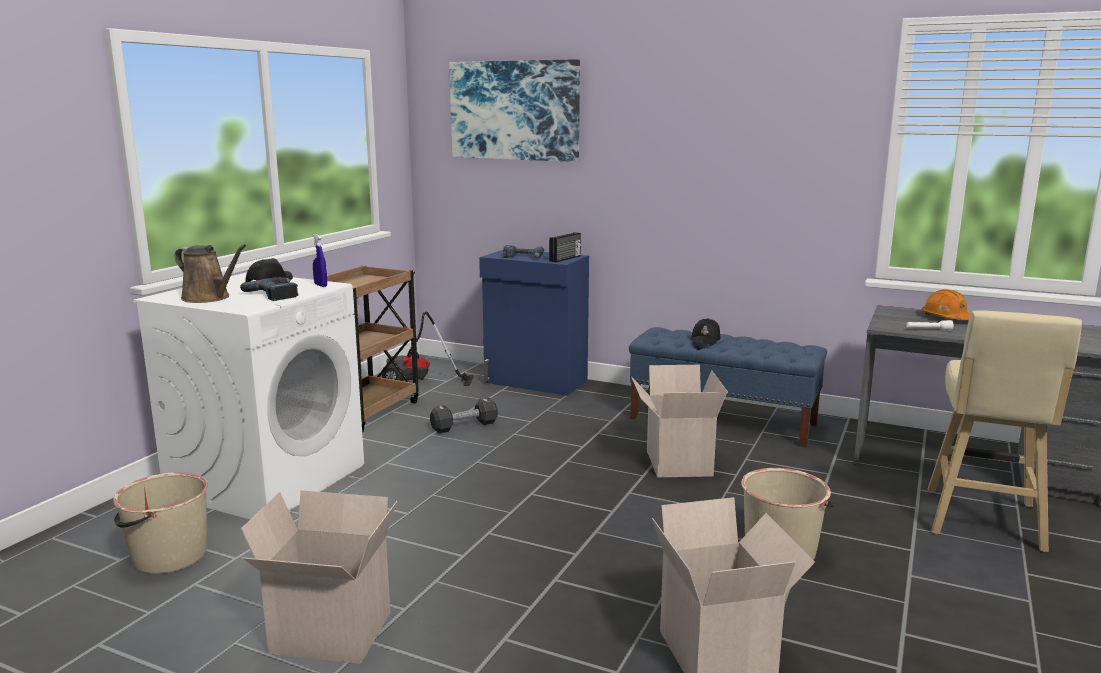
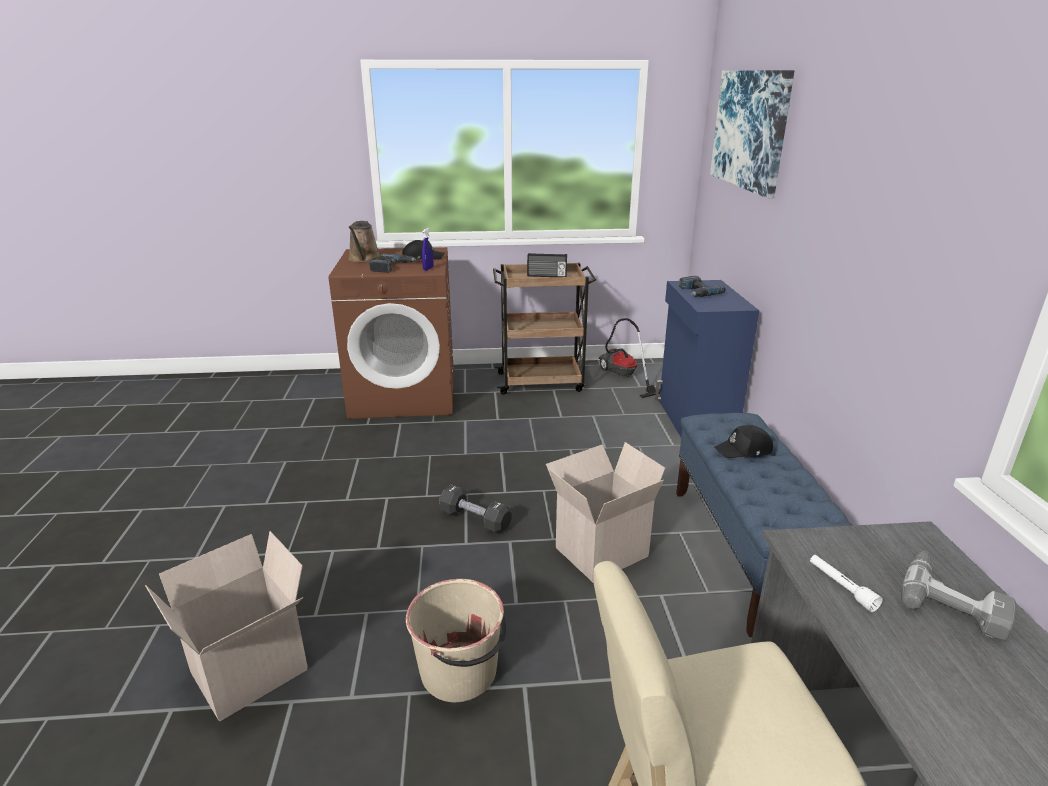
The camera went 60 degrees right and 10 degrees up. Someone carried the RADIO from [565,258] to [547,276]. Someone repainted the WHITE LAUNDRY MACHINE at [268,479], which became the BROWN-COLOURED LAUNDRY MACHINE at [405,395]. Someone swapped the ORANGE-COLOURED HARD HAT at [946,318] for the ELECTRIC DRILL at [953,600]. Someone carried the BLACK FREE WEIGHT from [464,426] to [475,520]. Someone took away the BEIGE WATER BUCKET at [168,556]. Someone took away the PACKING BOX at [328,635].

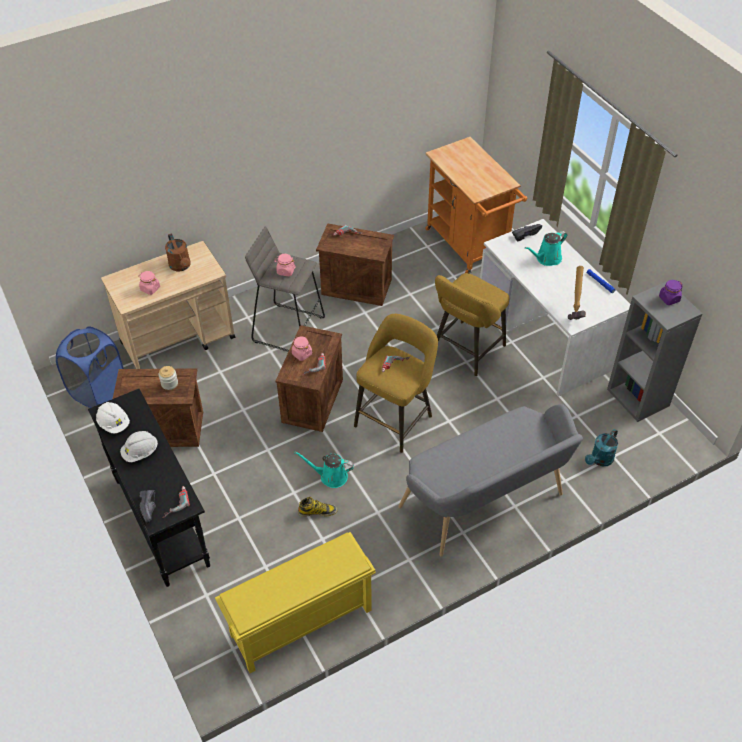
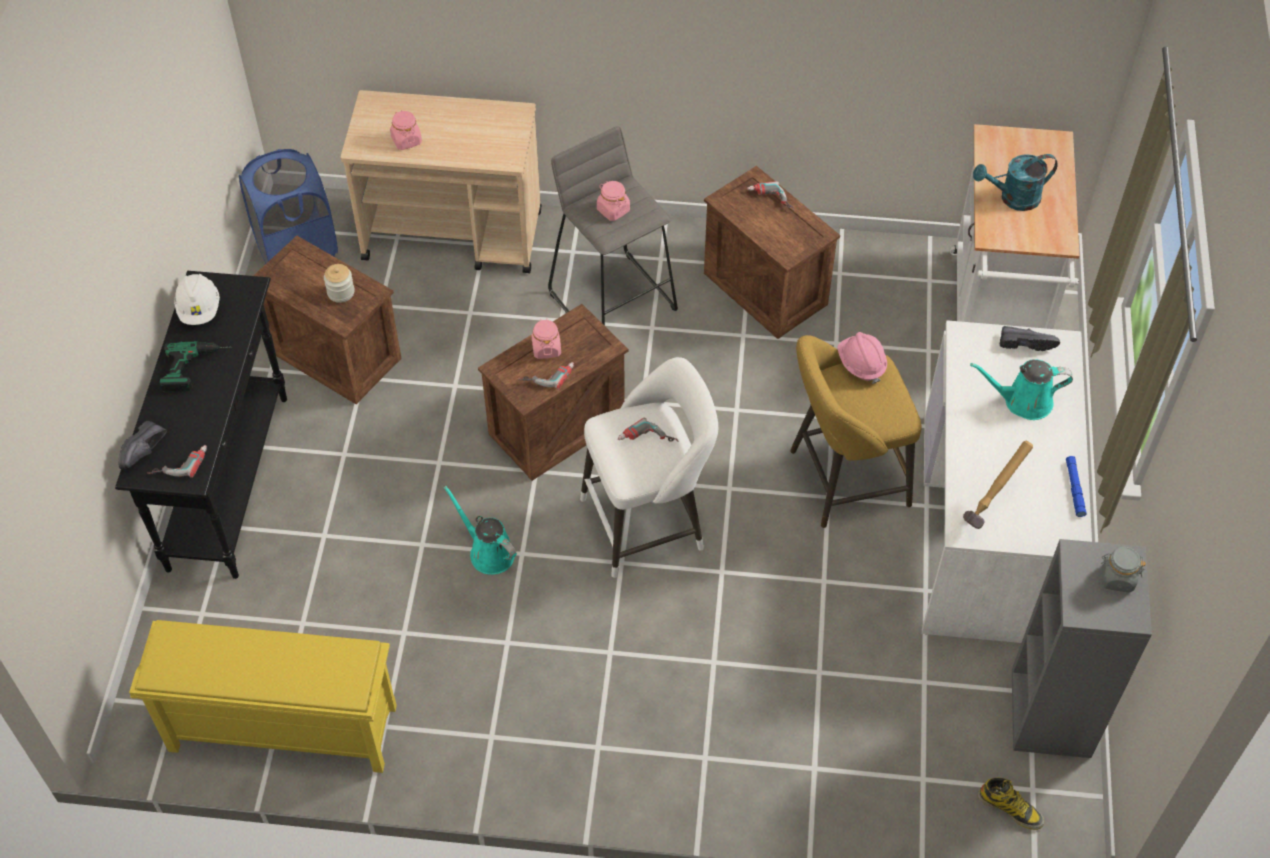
The camera went 35 degrees right and 5 degrees up. Someone repainted the ORANGE-COLOURED CART at [469,247], which became the WHITE CART at [995,317]. Someone took away the BROWN-COLOURED SPRINKLING CAN at [181,266]. Someone repainted the PURPLISH STORAGE JAR at [669,299], which became the GREY STORAGE JAR at [1117,578]. Someone repainted the YELLOWISH STOOL at [395,418], which became the WHITE STOOL at [649,522]. Someone took away the GREY INDOOR BENCH at [487,505]. Someone carried the TURQUOISE-COLOURED SPRINKLING CAN from [600,460] to [1013,198]. Someone swapped the WHITE HARD HAT at [140,452] for the ELECTRIC DRILL at [197,368]. Someone carried the BOOT from [317,511] to [1010,808]. Someone put down the PINK-COLOURED HARD HAT at [861,364].

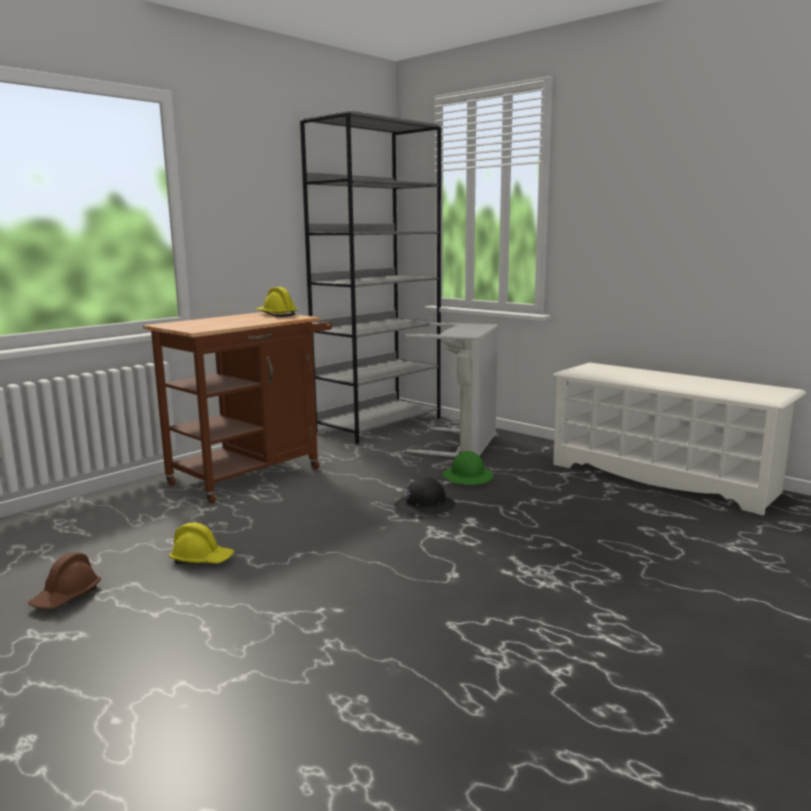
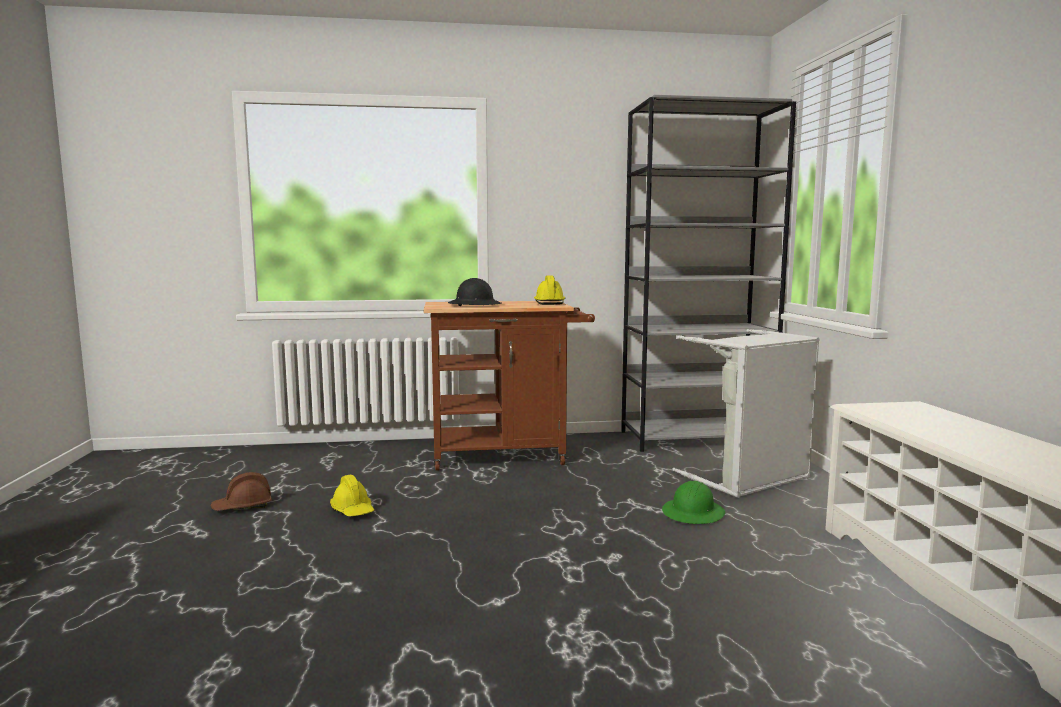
The camera went 40 degrees right and 5 degrees down. Someone carried the BLACK HARD HAT from [424,506] to [474,305].

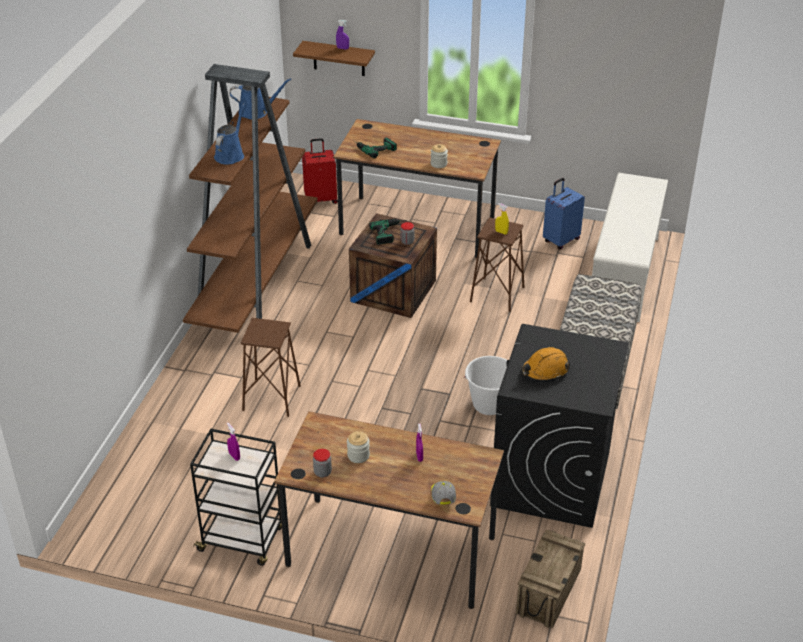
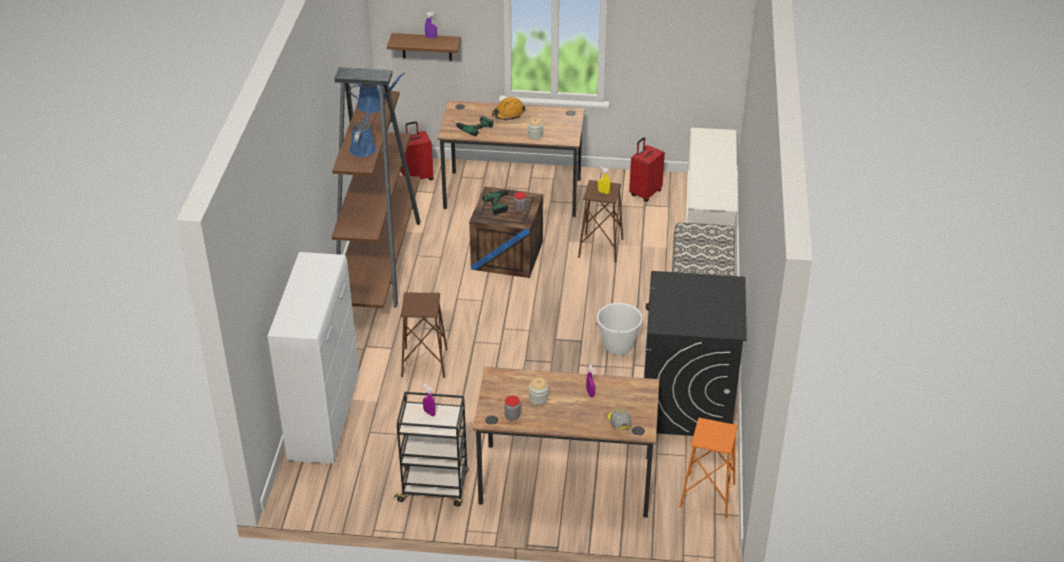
The camera went 10 degrees left and 0 degrees up. Someone repainted the BLUISH TRAVEL CASE at [560,240], which became the REDDISH TRAVEL CASE at [645,193]. Someone carried the ORANGE-COLOURED HARD HAT from [545,370] to [508,114]. Someone swapped the PACKING CRATE at [549,593] for the ORANGE-COLOURED STOOL at [707,496]. Someone put down the WHITE STORAGE CABINET at [324,418].

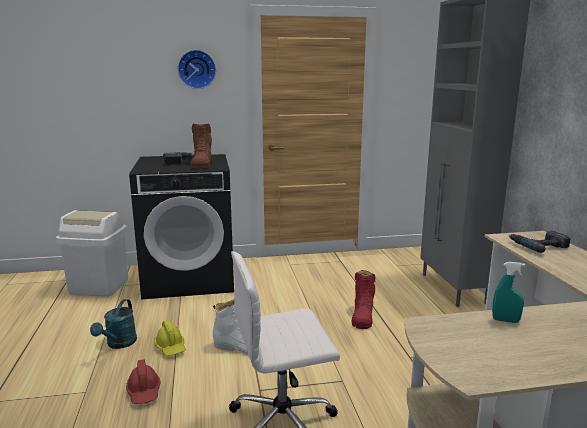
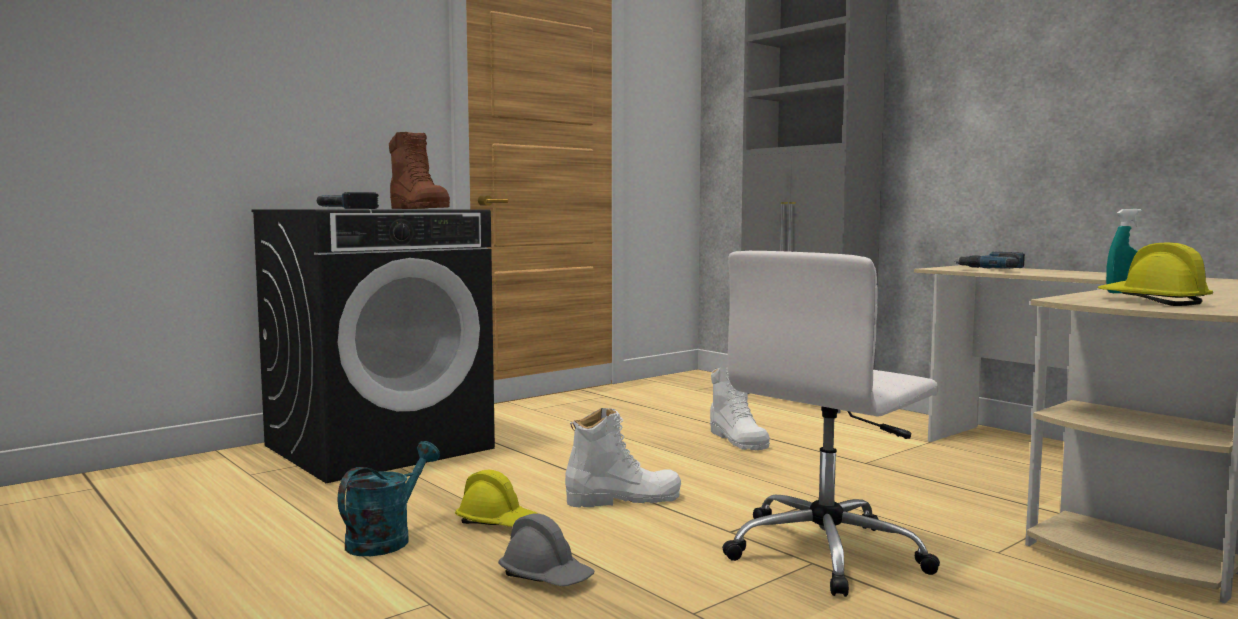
The camera went 30 degrees left and 10 degrees down. Someone took away the HANGING CLOCK at [197,69]. Someone took away the WHITE WASTE BIN at [98,287]. Someone repainted the REDDISH BOOT at [362,316], which became the WHITE BOOT at [738,439]. Someone rotated the TURQUOISE-COLOURED SPRINKLING CAN at [119,344] by 135 degrees counterclockwise. Someone repainted the REDDISH HARD HAT at [144,392], which became the GREY HARD HAT at [546,576]. Someone put down the YELLOWISH HARD HAT at [1152,301].

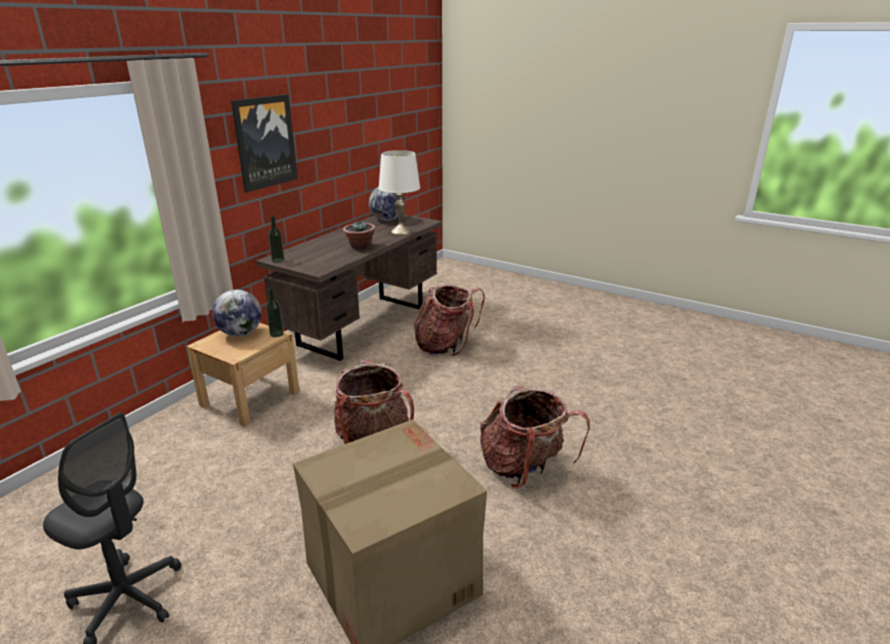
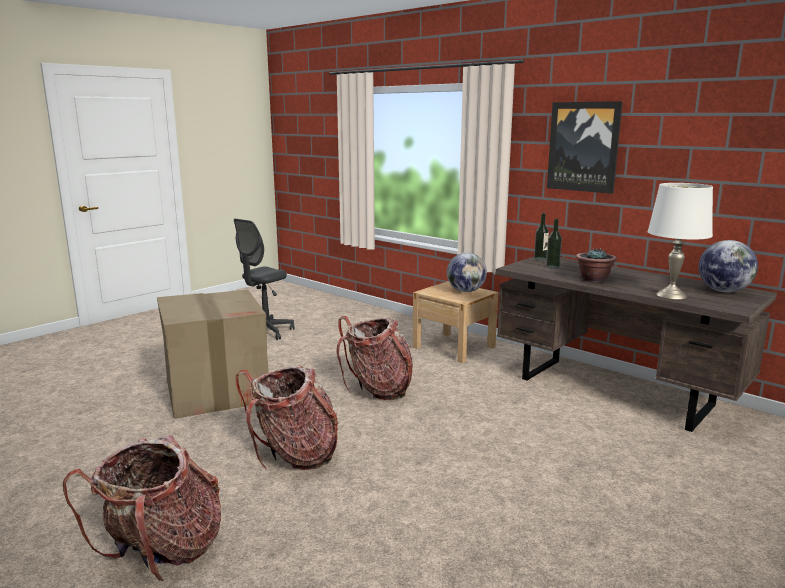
The camera went 100 degrees right and 10 degrees down. Someone carried the RUCKSACK from [446,345] to [162,553]. Someone carried the DRINK BOTTLE from [276,334] to [552,267].

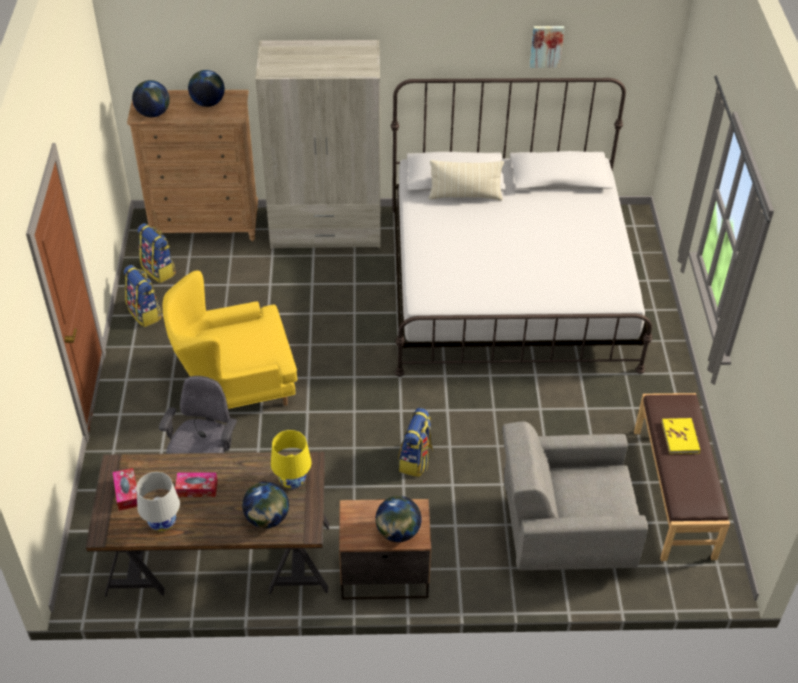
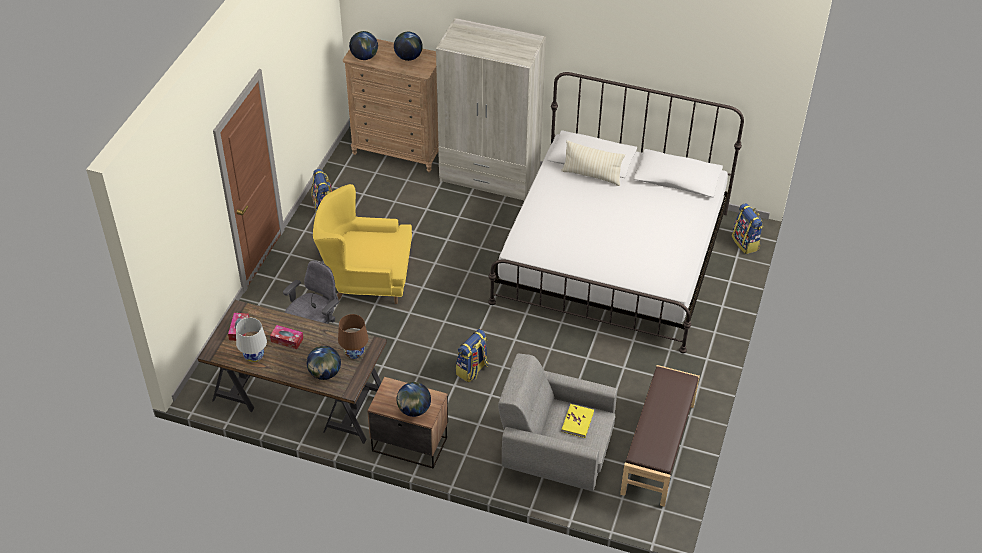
The camera went 20 degrees right and 0 degrees up. Someone took away the WALL PICTURE at [546,45]. Someone carried the RUCKSACK from [159,270] to [746,243]. Someone carried the YELLOWISH BOUND BOOK from [680,437] to [577,422]. Someone repainted the YELLOWISH TABLETOP LAMP at [292,480], which became the BROWN-COLOURED TABLETOP LAMP at [354,353].

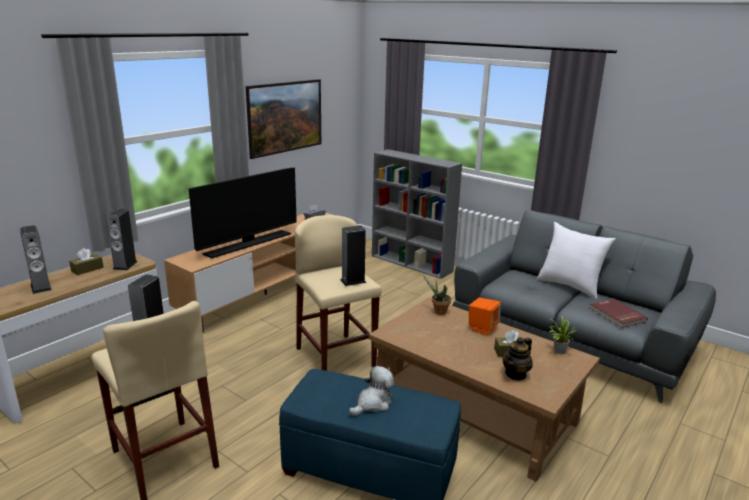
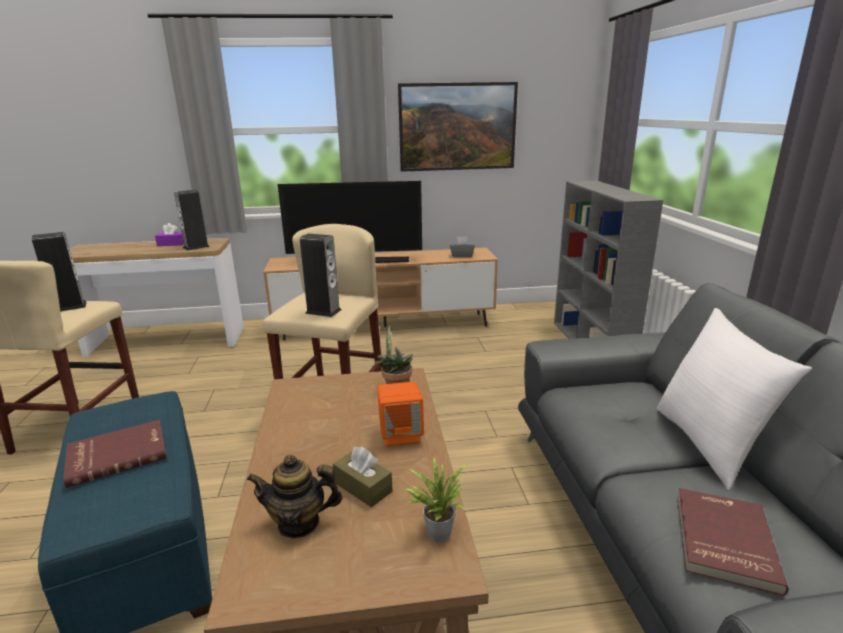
The camera went 45 degrees right and 0 degrees up. Someone took away the SPEAKER at [41,287]. Someone repainted the BROWN-COLOURED BOX OF TISSUES at [87,269], which became the PURPLISH BOX OF TISSUES at [172,244]. Someone swapped the SOFT TOY at [373,403] for the REDDISH BOUND BOOK at [117,454].

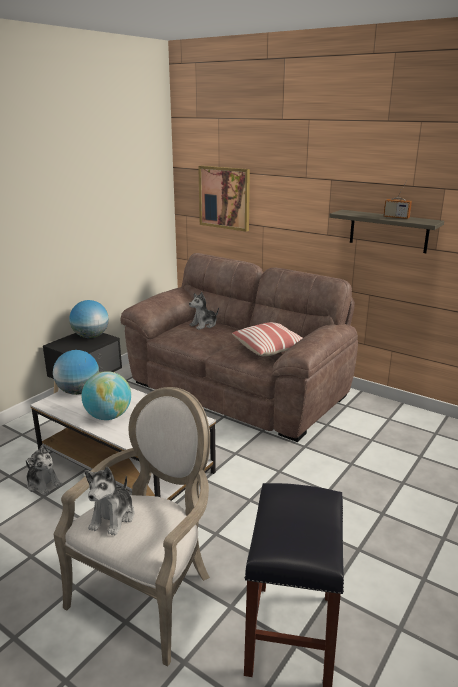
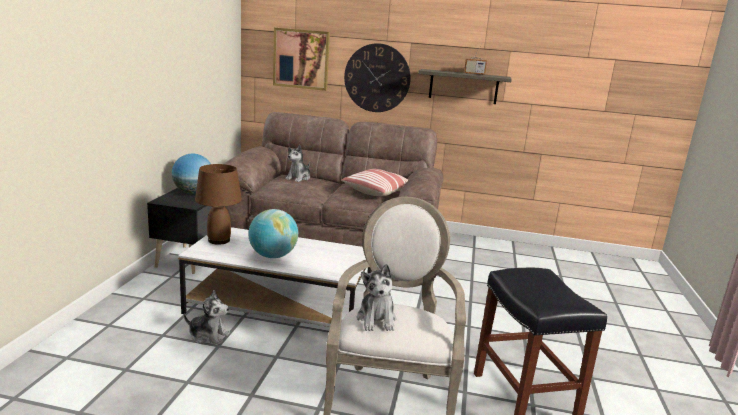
The camera went 25 degrees left and 5 degrees down. Someone swapped the DESK GLOBE at [78,391] for the BROWN-COLOURED TABLETOP LAMP at [219,240]. Someone put up the HANGING CLOCK at [377,78].

